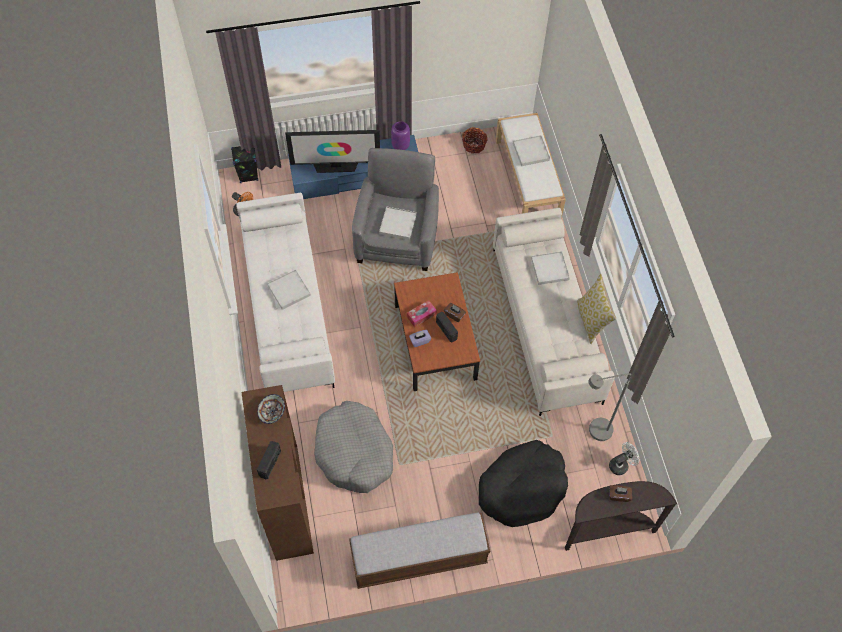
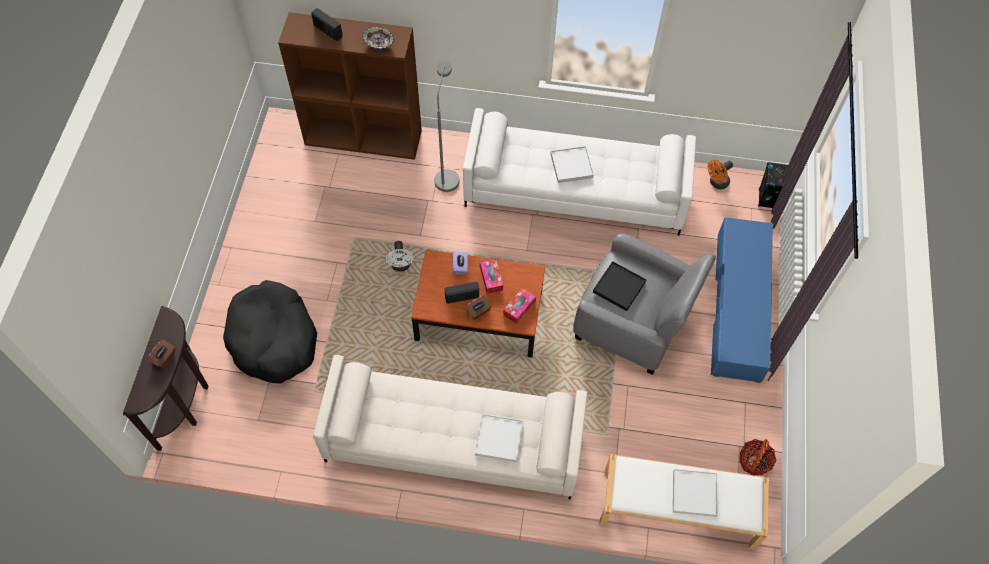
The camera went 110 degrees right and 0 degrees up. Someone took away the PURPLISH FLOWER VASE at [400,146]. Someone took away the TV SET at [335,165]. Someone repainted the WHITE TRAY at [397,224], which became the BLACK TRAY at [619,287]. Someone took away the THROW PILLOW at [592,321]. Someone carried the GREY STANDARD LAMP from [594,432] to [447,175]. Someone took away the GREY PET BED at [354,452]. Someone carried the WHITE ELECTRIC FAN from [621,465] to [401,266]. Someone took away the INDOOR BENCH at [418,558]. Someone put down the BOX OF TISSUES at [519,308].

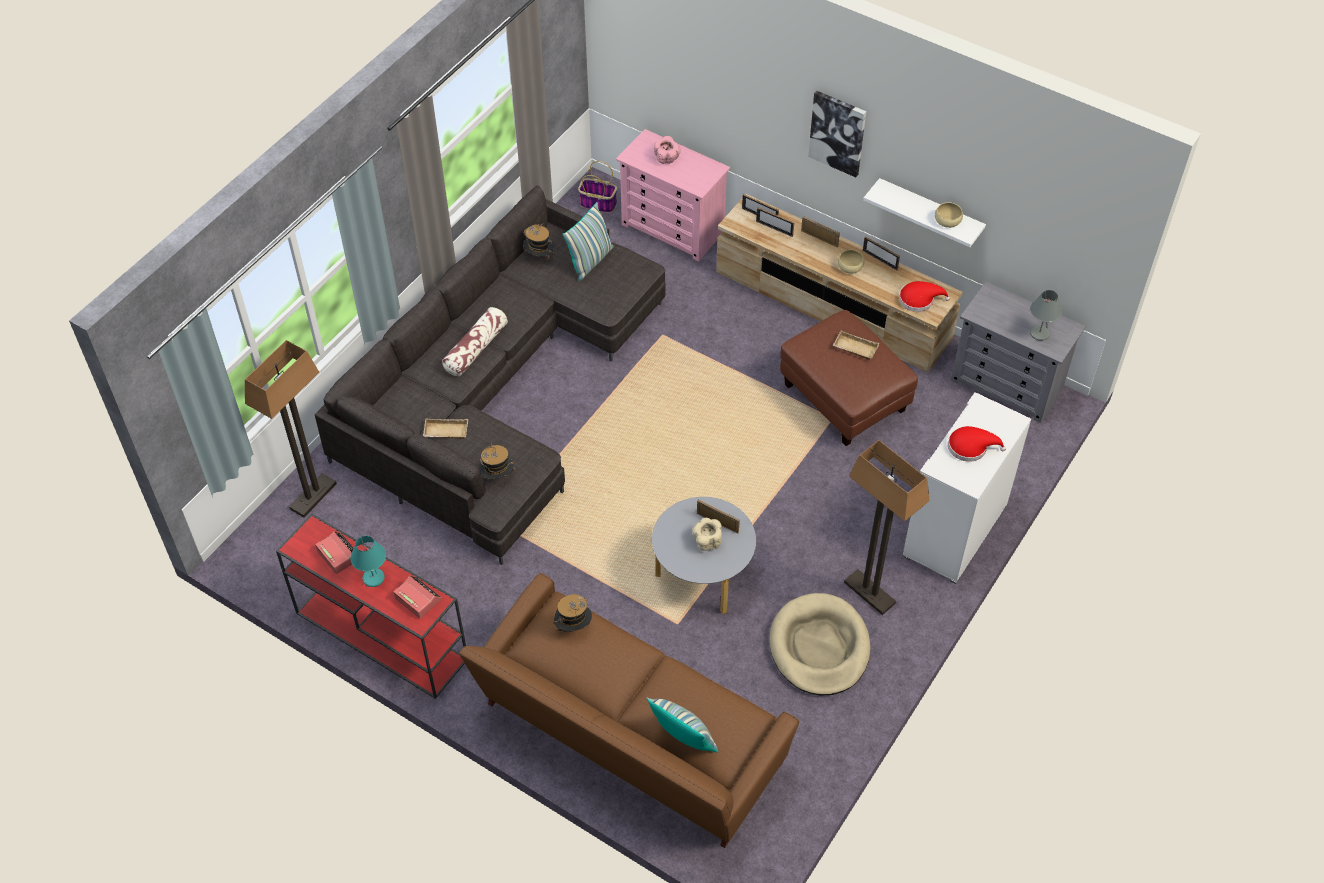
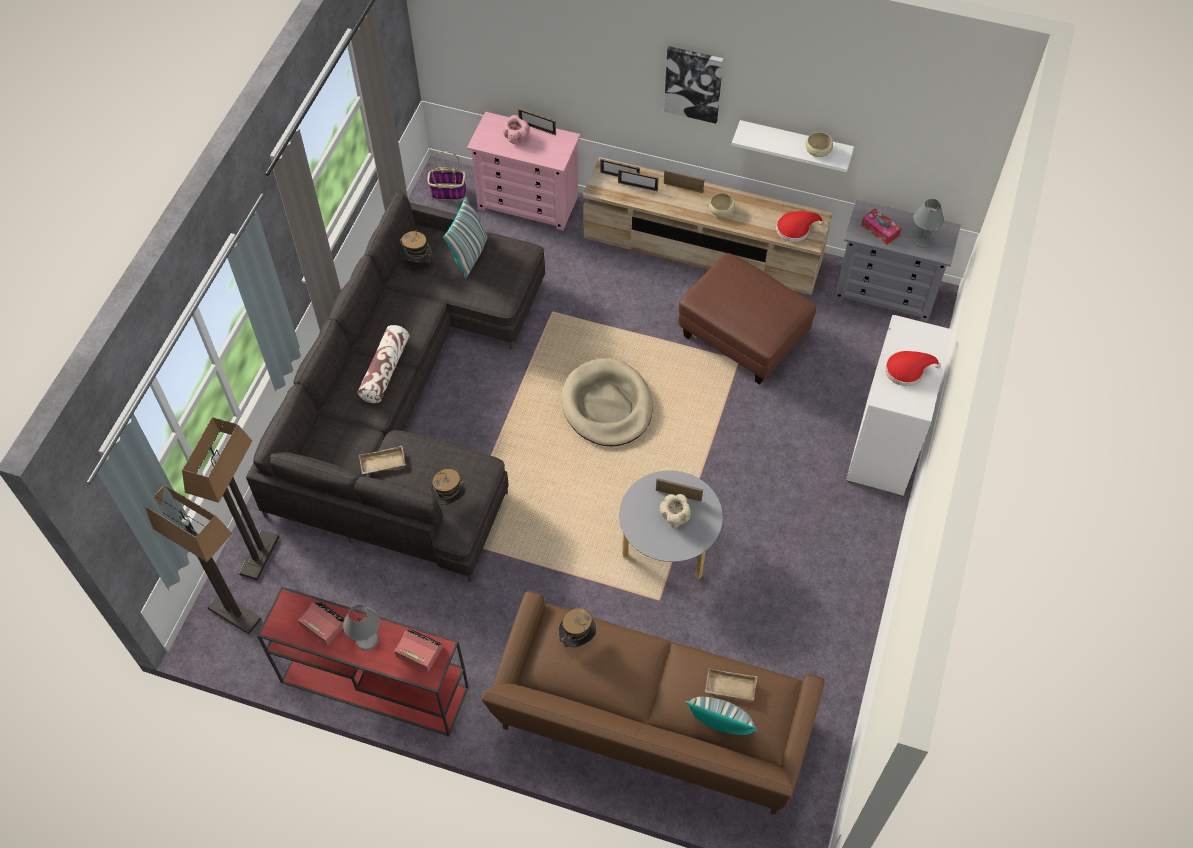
The camera went 15 degrees left and 5 degrees up. Someone carried the STANDING FRAME from [880,260] to [537,128]. Someone carried the BEIGE TRAY from [854,348] to [729,688]. Someone carried the STANDARD LAMP from [870,593] to [235,614]. Someone repainted the TURQUOISE-COLOURED TABLETOP LAMP at [373,578], which became the GREY TABLETOP LAMP at [366,640]. Someone carried the BEIGE PET BED from [819,647] to [607,405]. Someone put down the BOX OF TISSUES at [880,230].

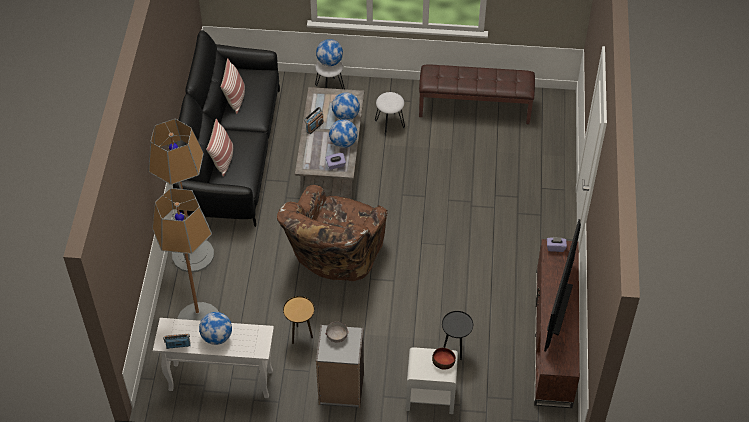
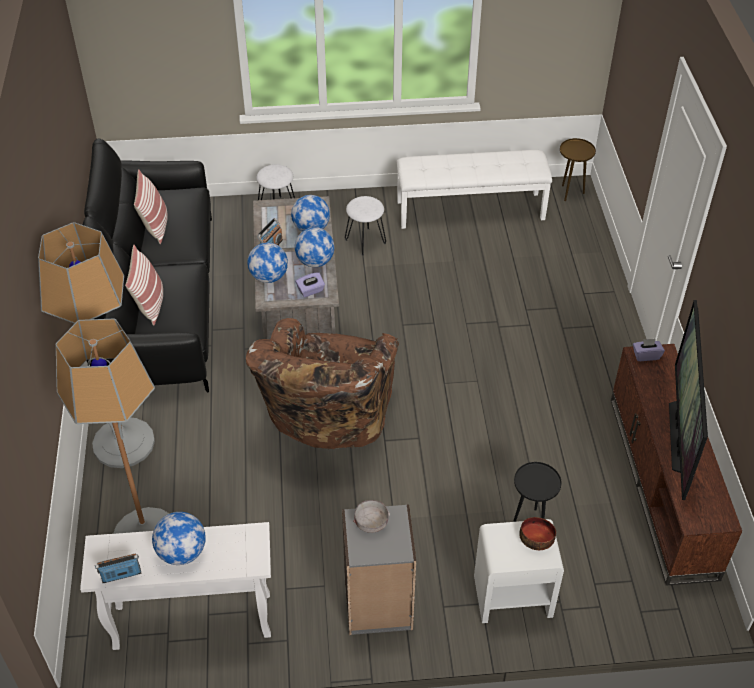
The camera went 10 degrees left and 5 degrees down. Someone carried the DESK GLOBE from [330,62] to [269,277]. Someone repainted the BROWN-COLOURED INDOOR BENCH at [475,108], which became the WHITE INDOOR BENCH at [470,209]. Someone carried the BROWN-COLOURED ACCENT TABLE from [300,335] to [570,193].

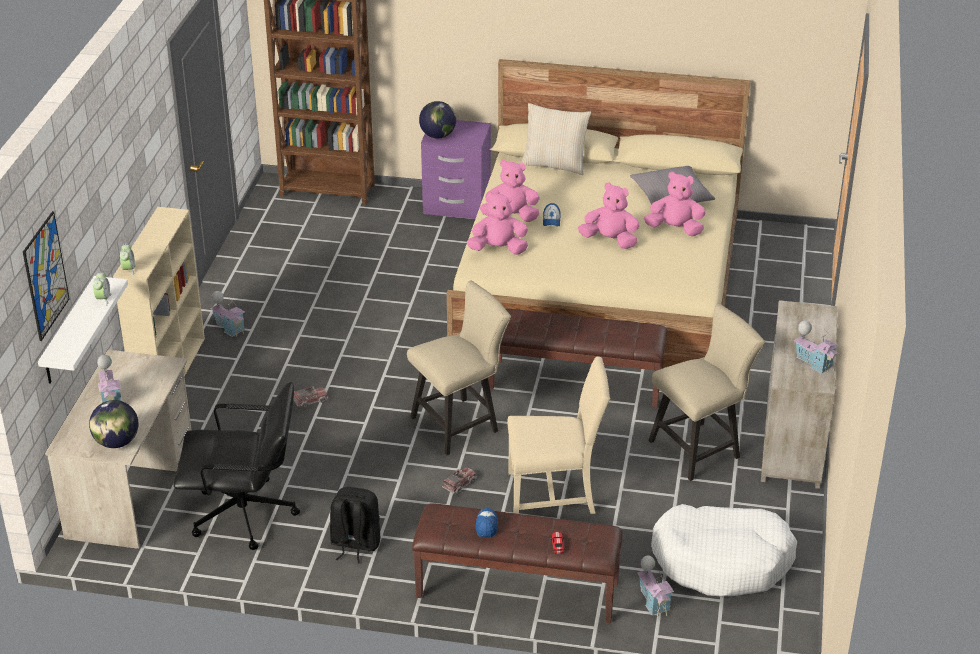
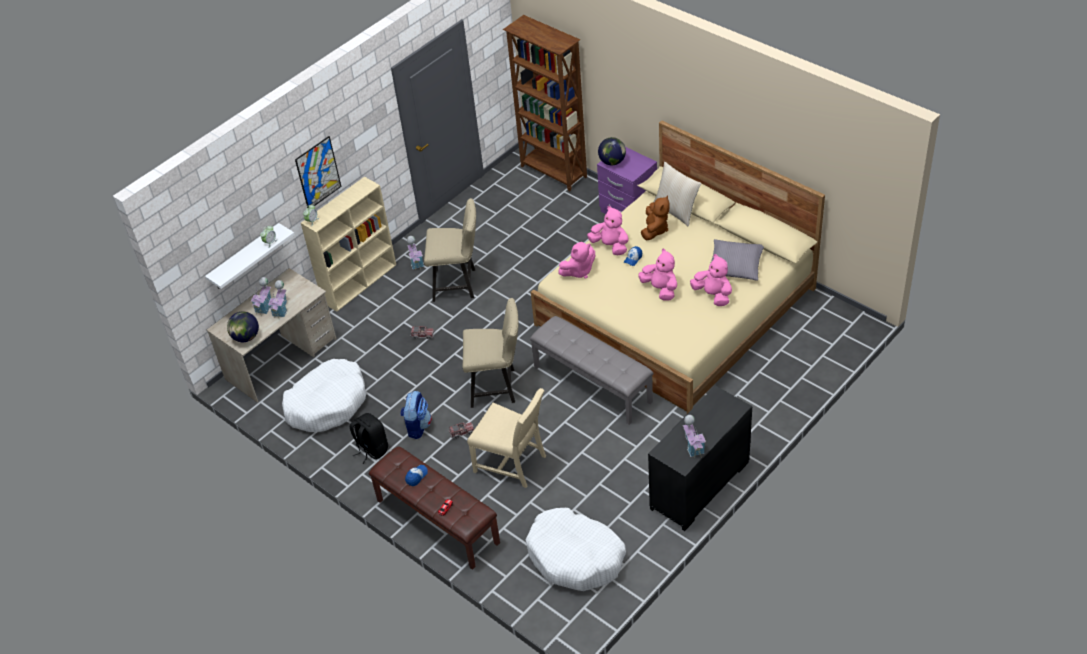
The camera went 35 degrees right and 10 degrees up. Someone rotated the PINK-COLOURED SOFT TOY at [498,249] by 120 degrees clockwise. Someone carried the WALL PICTURE from [45,276] to [318,173]. Someone repainted the BEIGE DRAWER CHEST at [794,439], which became the BLACK DRAWER CHEST at [700,486]. Someone carried the BEIGE CHAIR from [700,448] to [458,284]. Someone repainted the BROWN-COLOURED INDOOR BENCH at [576,382], which became the GREY INDOOR BENCH at [593,384]. Someone swapped the BLACK DESK CHAIR at [245,515] for the WHITE PET BED at [327,403]. Someone carried the TOY HOUSE from [654,601] to [281,309]. Someone put down the BROWN-COLOURED SOFT TOY at [655,230]. Someone put down the RUCKSACK at [417,426].

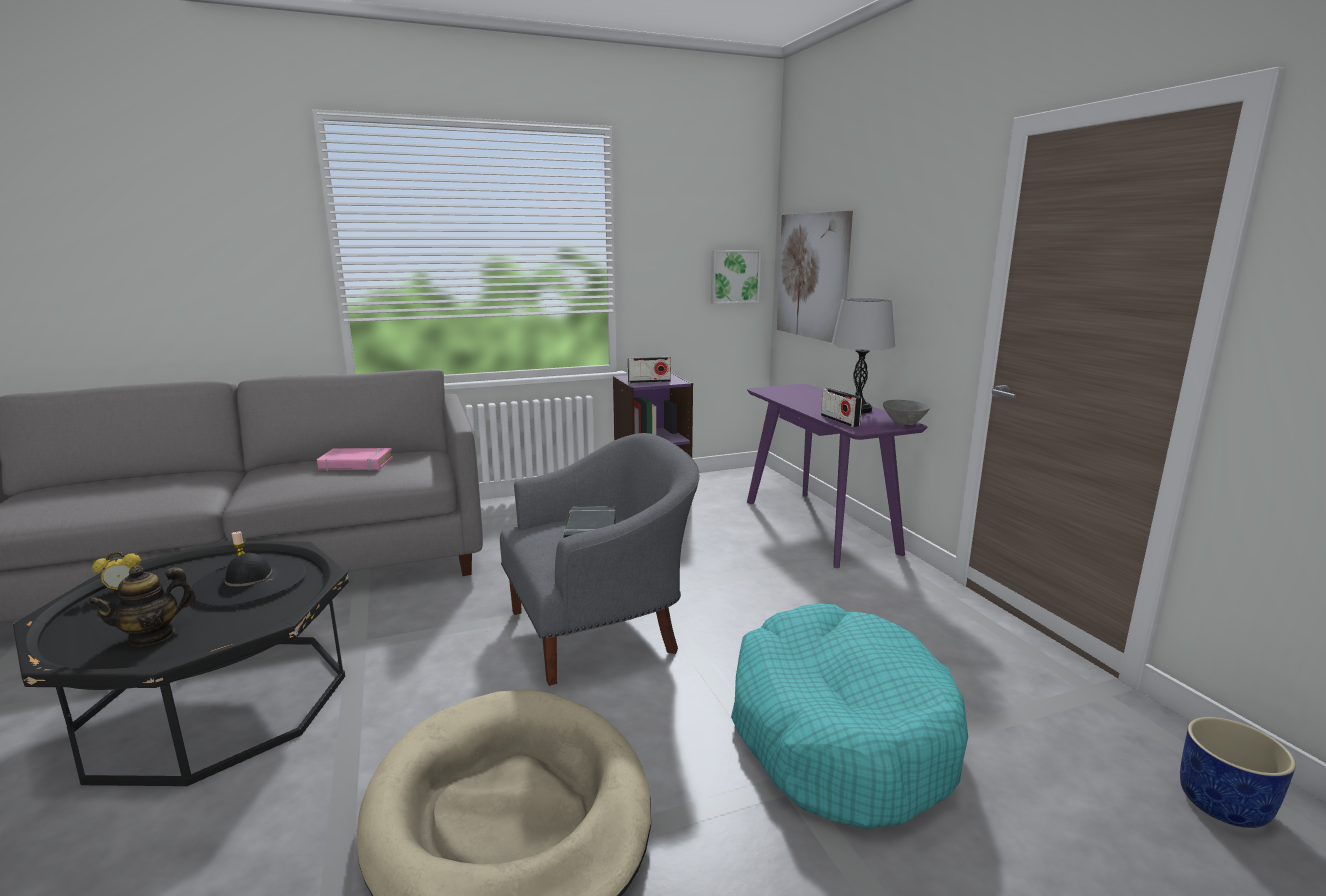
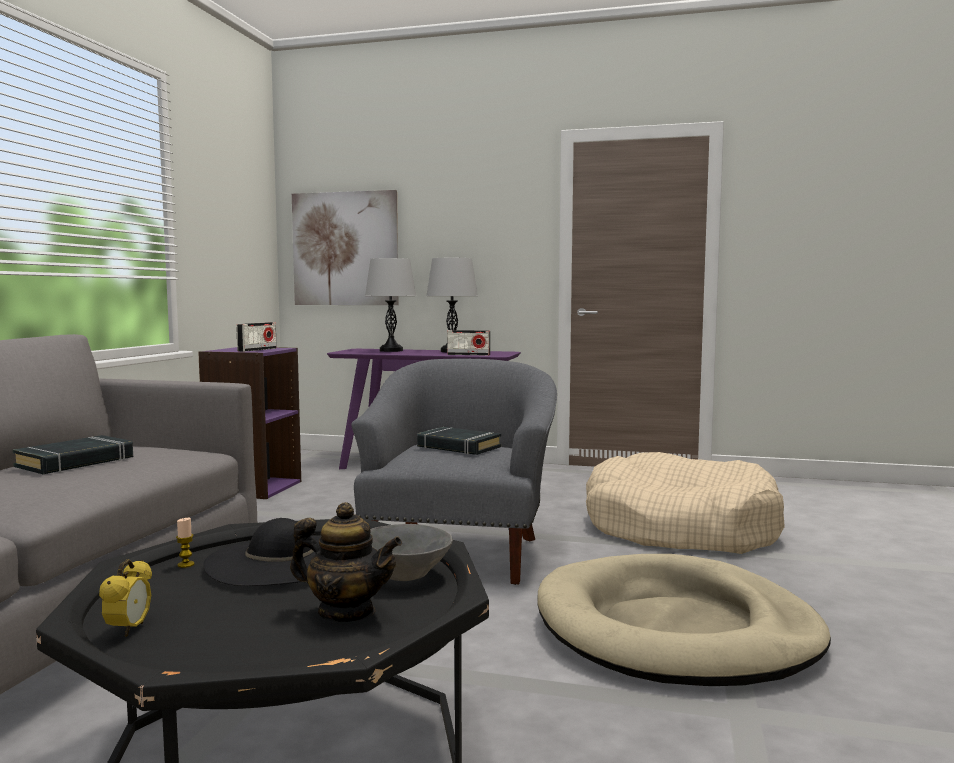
The camera went 55 degrees left and 10 degrees down. Someone took away the WALL PICTURE at [734,276]. Someone carried the GREY DEEP DISH from [904,423] to [406,575]. Someone repainted the PINK-COLOURED BOUND BOOK at [356,464], which became the BLACK BOUND BOOK at [76,462]. Someone rotated the TEAPOT at [152,635] by 60 degrees counterclockwise. Someone repainted the TURQUOISE-COLOURED PET BED at [839,732], which became the BEIGE PET BED at [680,528]. Someone took away the BLUISH PLANT POT at [1224,805]. Someone put down the GREY TABLETOP LAMP at [391,350].

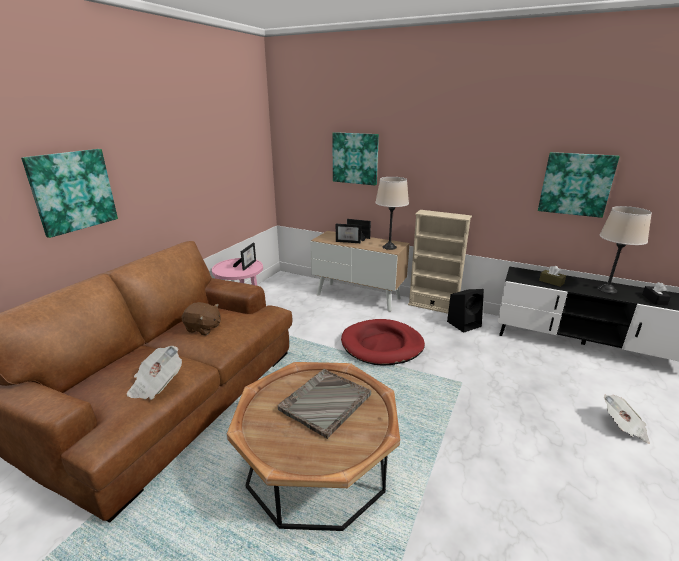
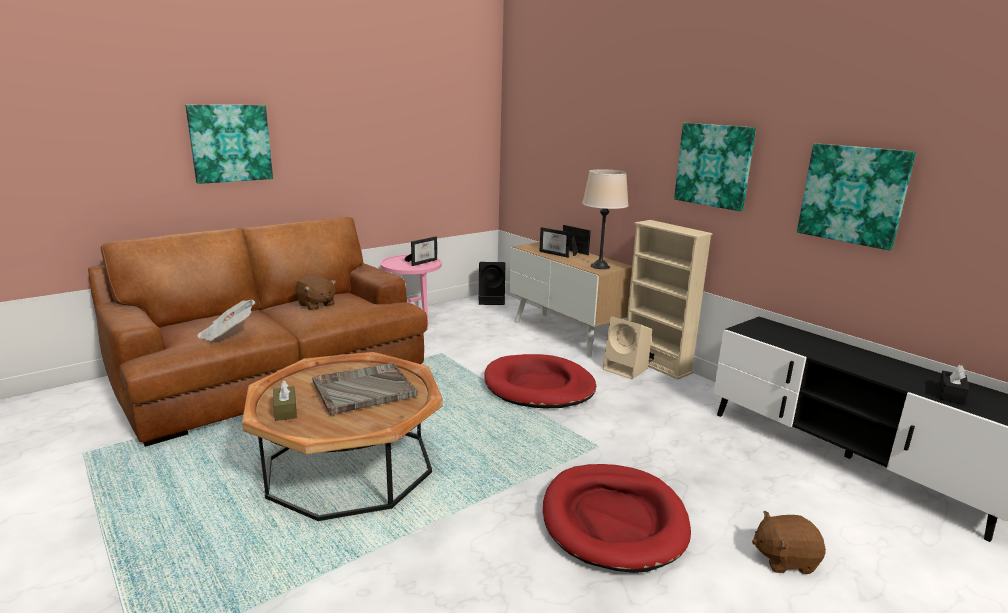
The camera went 25 degrees right and 5 degrees down. Someone carried the WALL PICTURE from [355,158] to [714,165]. Someone took away the BEIGE TABLETOP LAMP at [607,289]. Someone carried the BROWN-COLOURED BOX OF TISSUES from [551,282] to [285,410]. Someone carried the BLACK SPEAKER from [464,323] to [492,300]. Someone swapped the PRINTED PAPER at [623,427] for the BROWN-COLOURED SOFT TOY at [784,559]. Someone put down the BEIGE SPEAKER at [626,369]. Someone put down the REDDISH PET BED at [613,520].

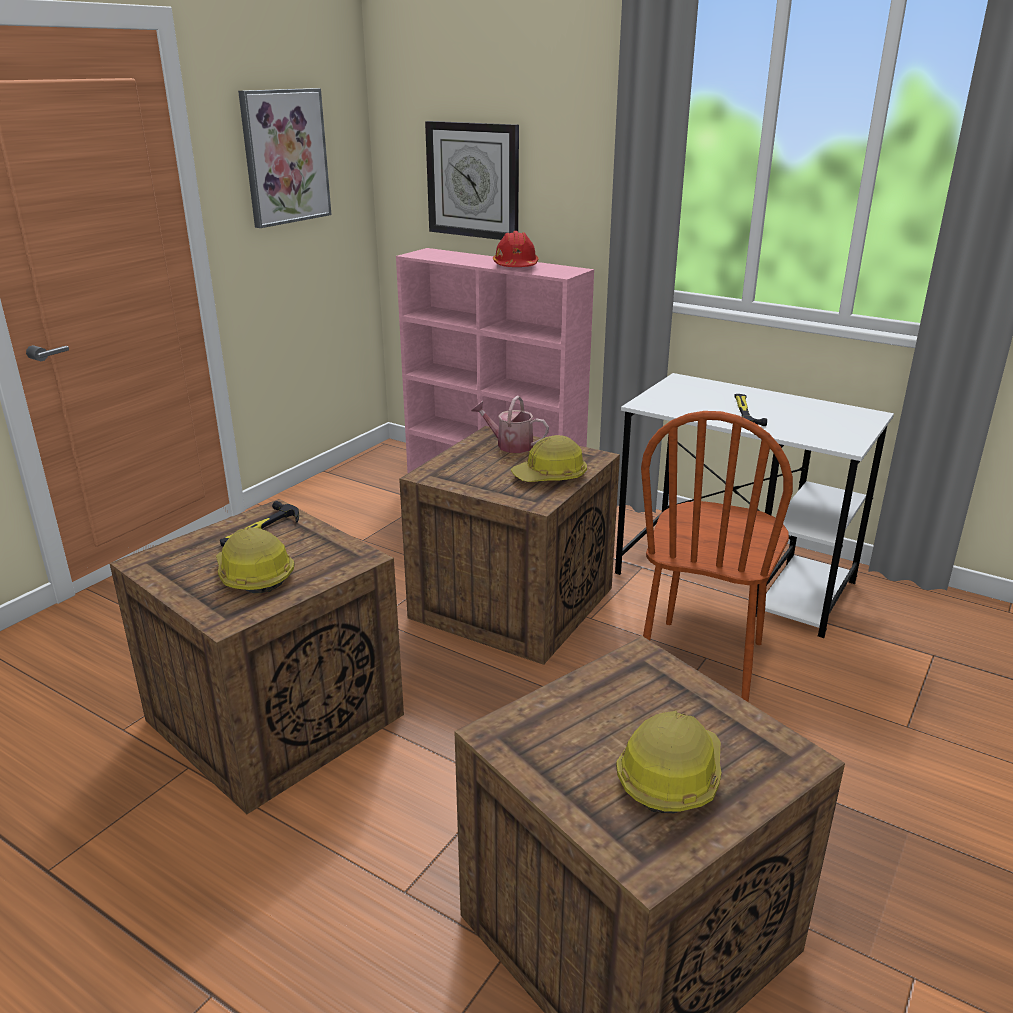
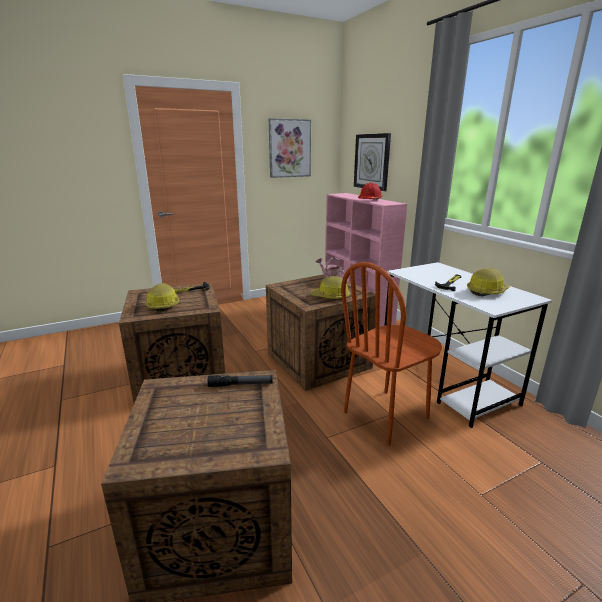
The camera went 30 degrees right and 5 degrees down. Someone carried the HARD HAT from [670,775] to [487,291]. Someone put down the HAND TORCH at [240,385].

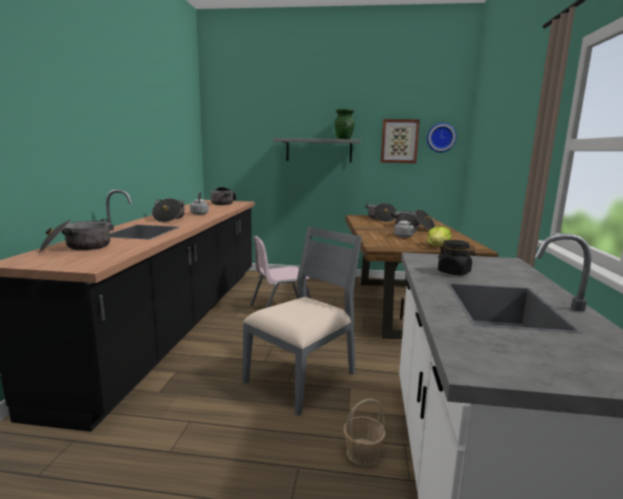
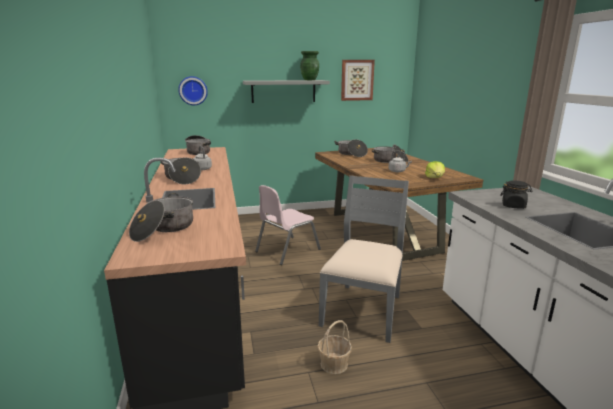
The camera went 20 degrees left and 5 degrees up. Someone carried the HANGING CLOCK from [440,137] to [193,90]. Someone carried the BASKET from [362,453] to [333,364].

